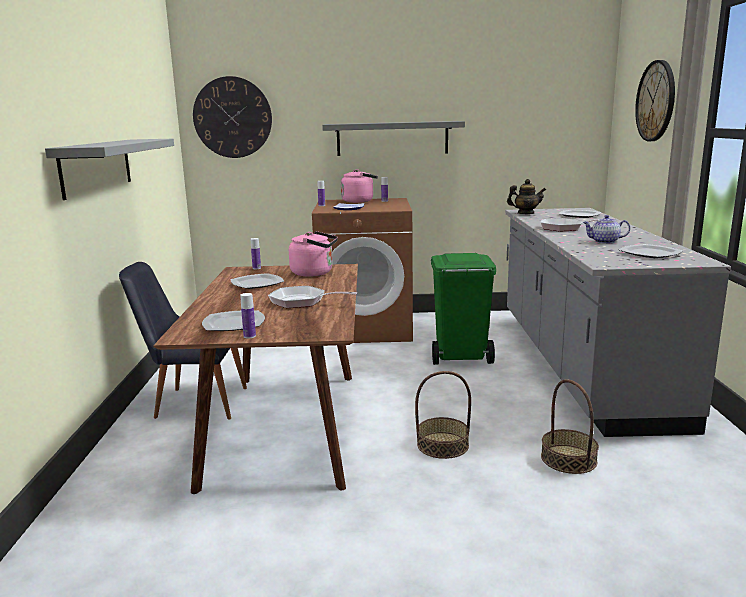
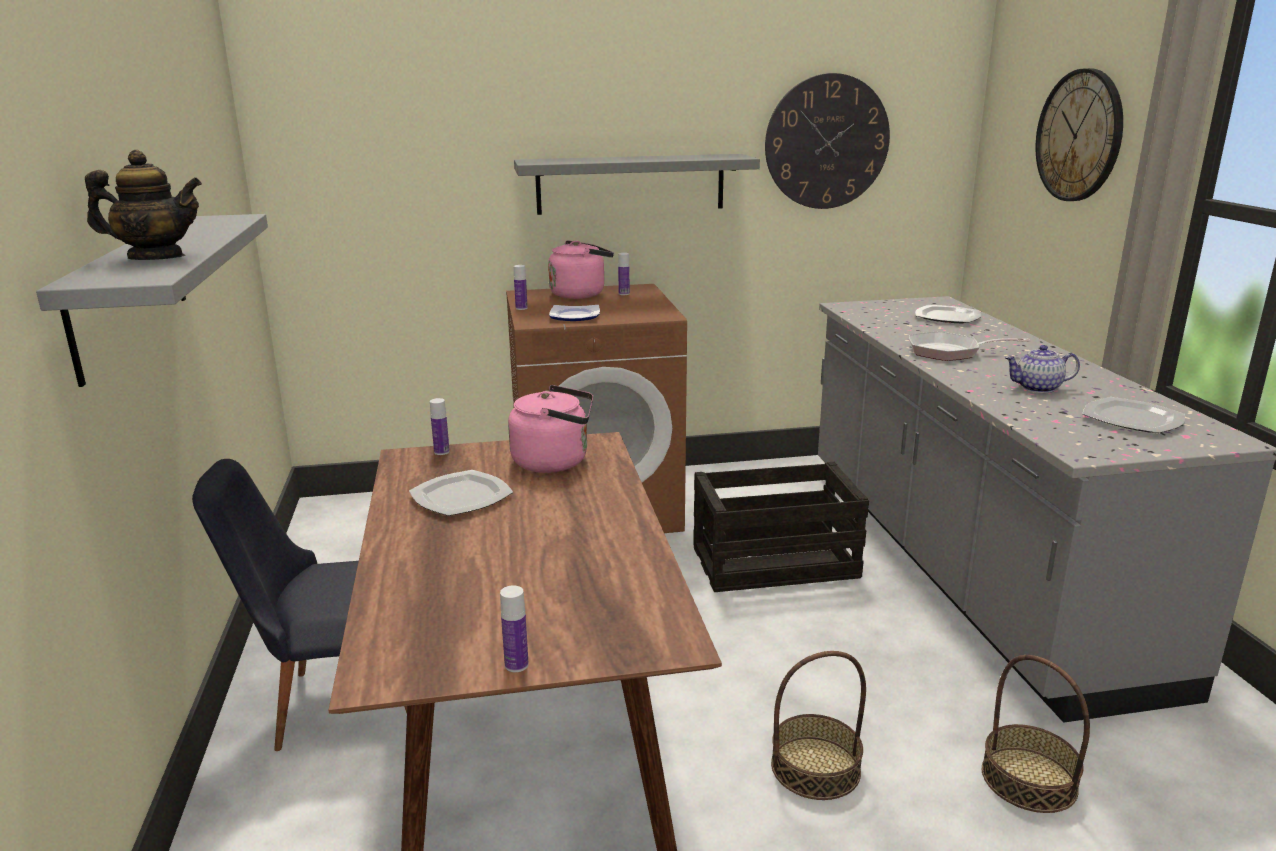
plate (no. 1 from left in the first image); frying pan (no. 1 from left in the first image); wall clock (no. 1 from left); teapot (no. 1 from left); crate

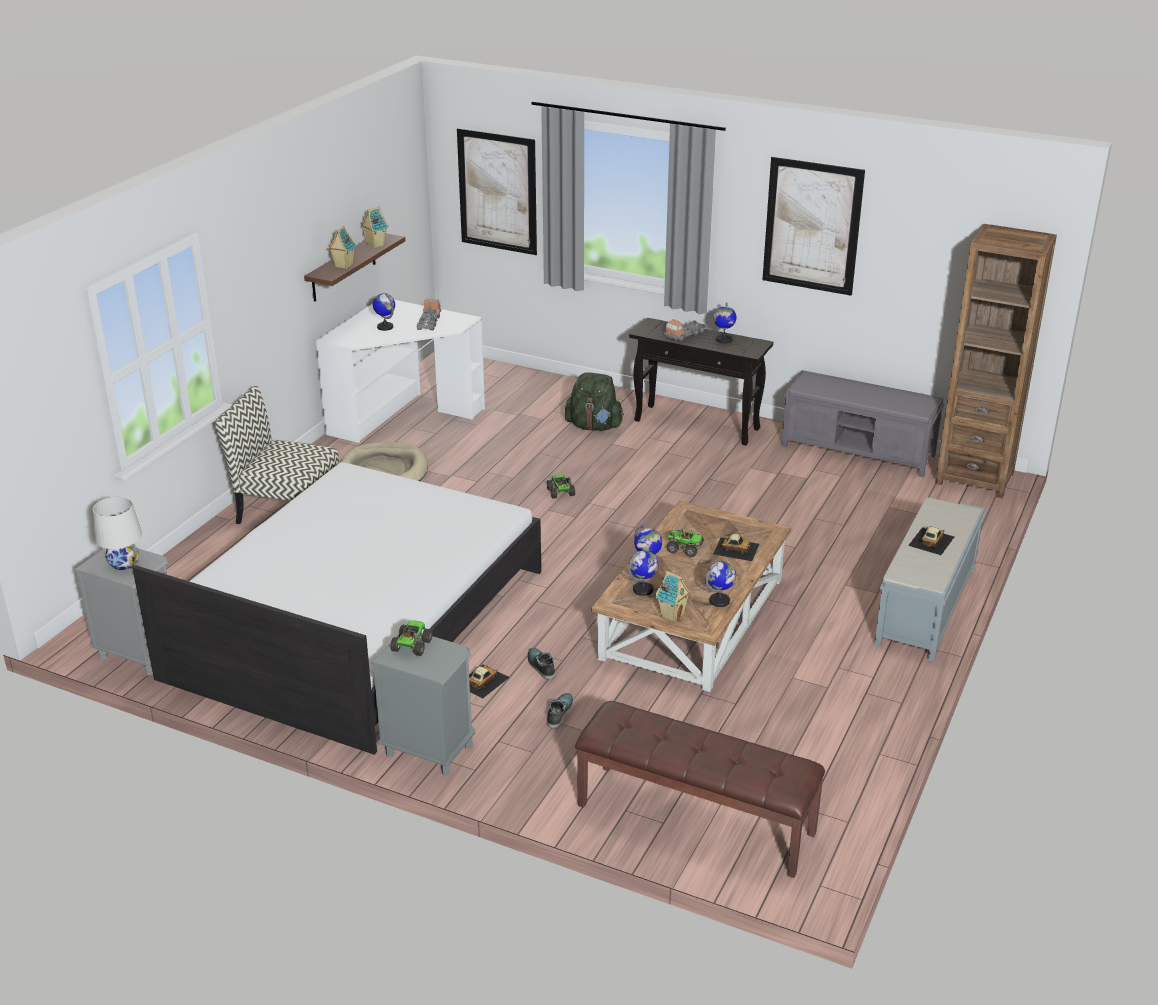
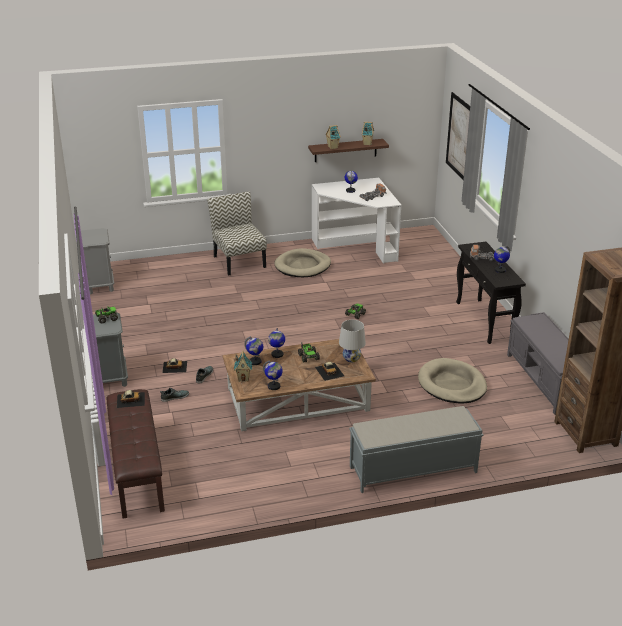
white bed; green backpack; picture (no. 2 from left in the first image); beige dog bed (no. 2 from left); white table lamp; toy car (no. 1 from left)

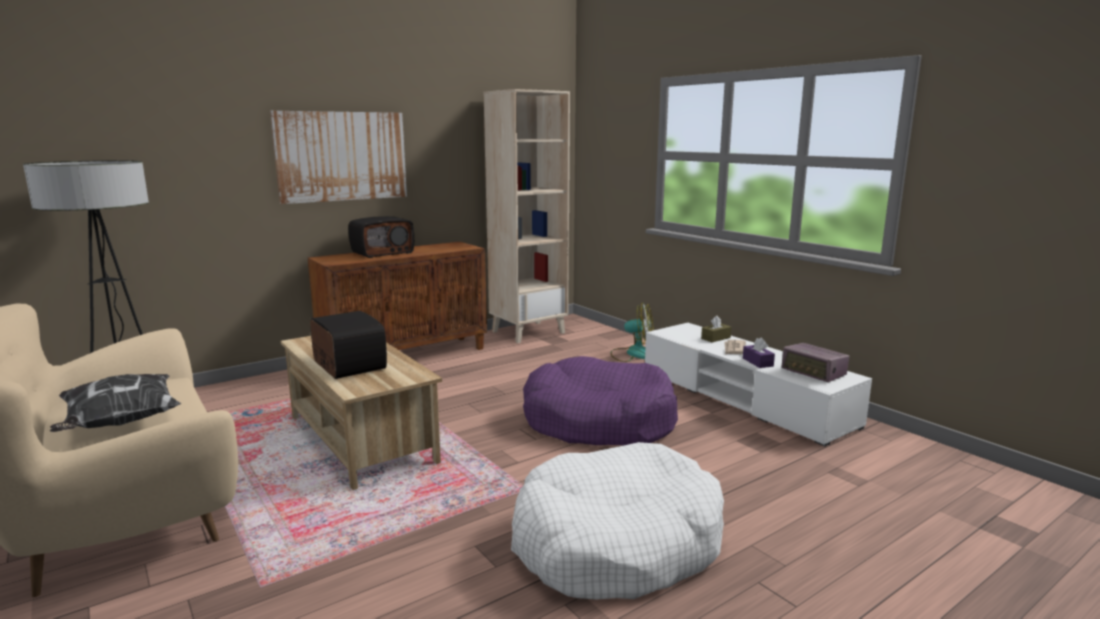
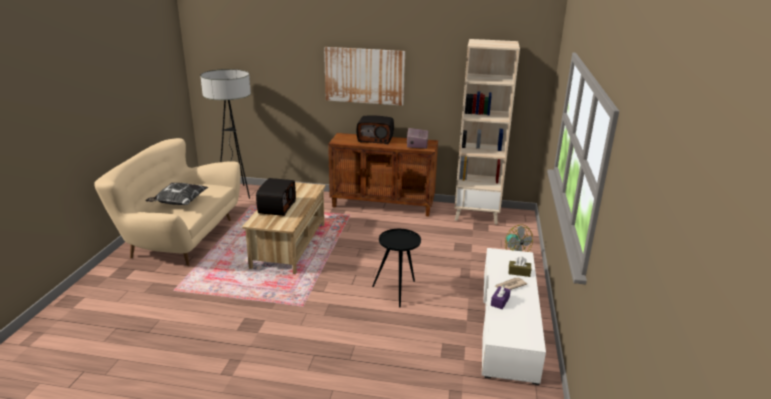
white dog bed; radio (no. 3 from left); black side table

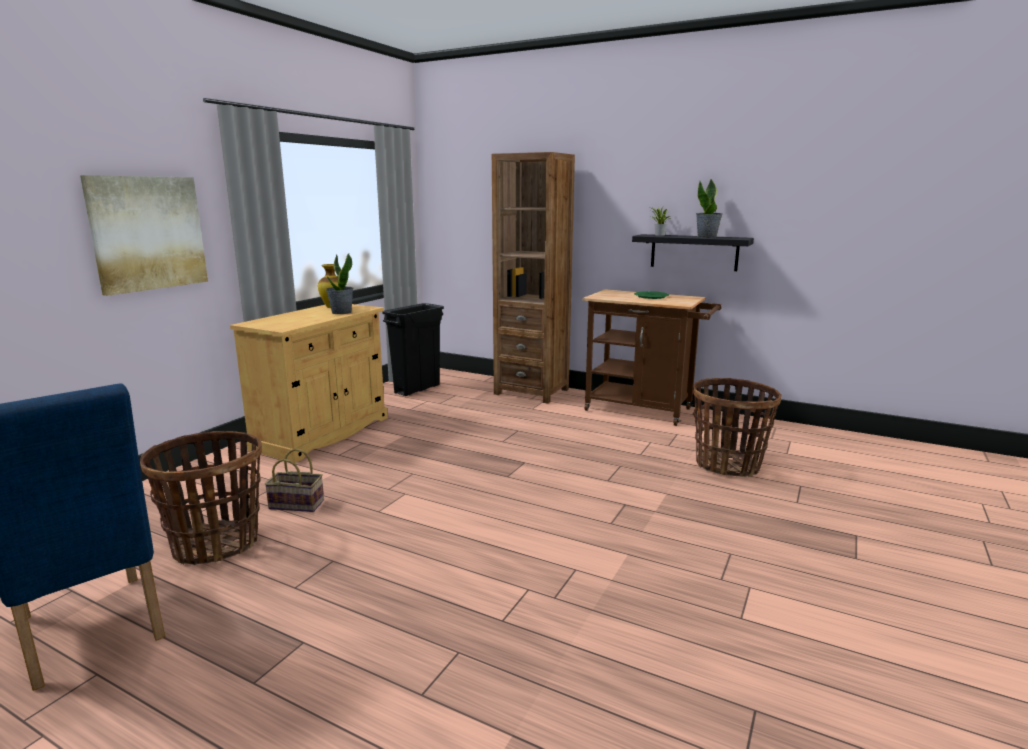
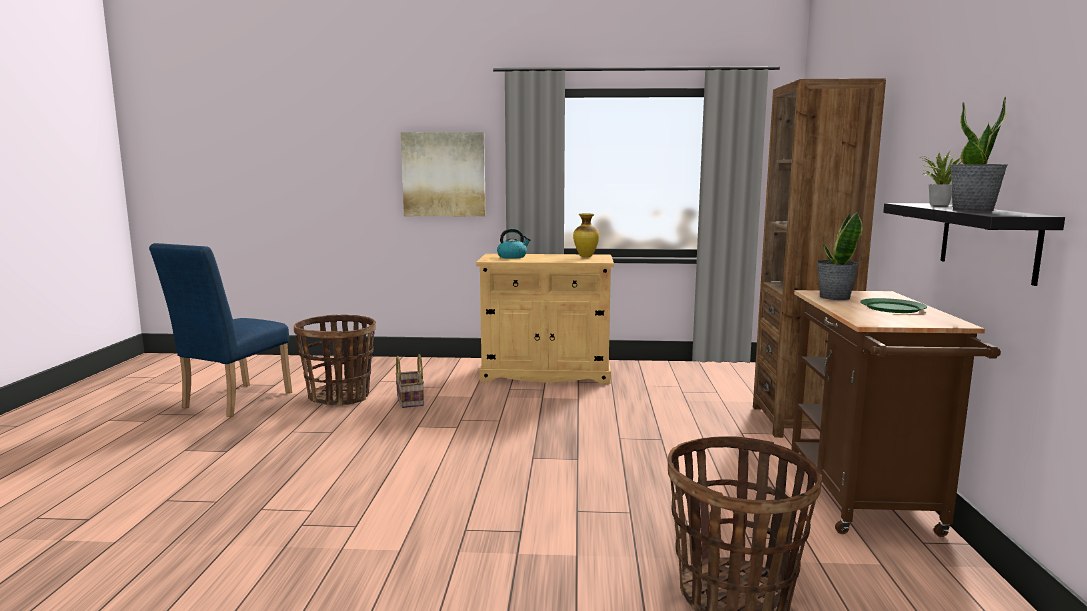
black trash can; kettle; potted plant (no. 1 from left)

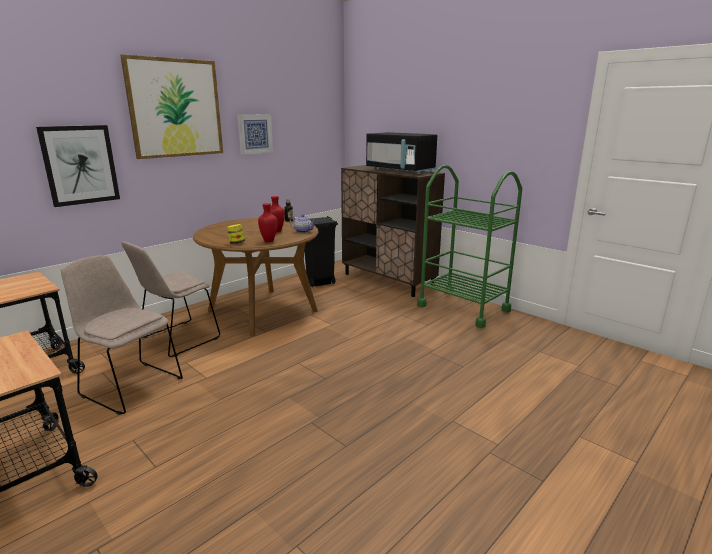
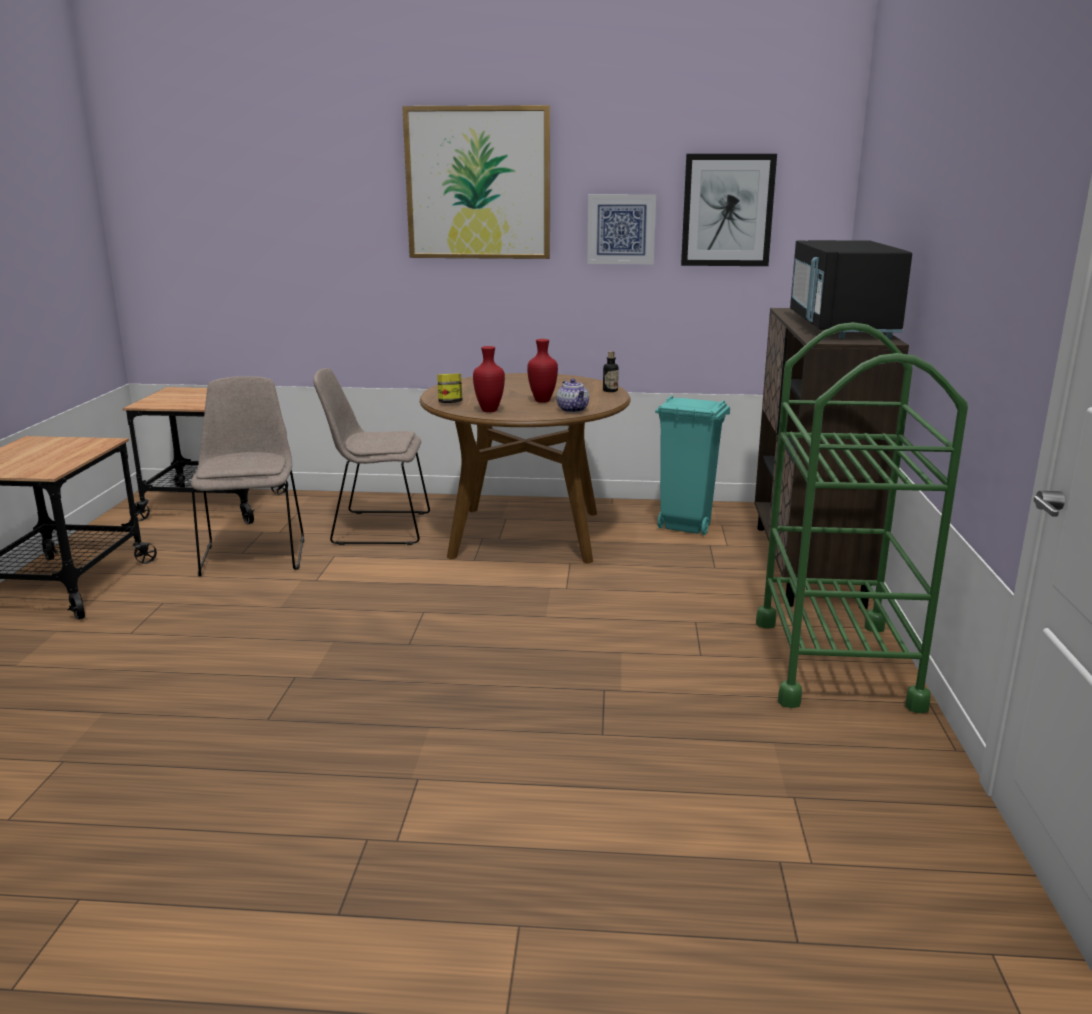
picture (no. 3 from left); turquoise trash can

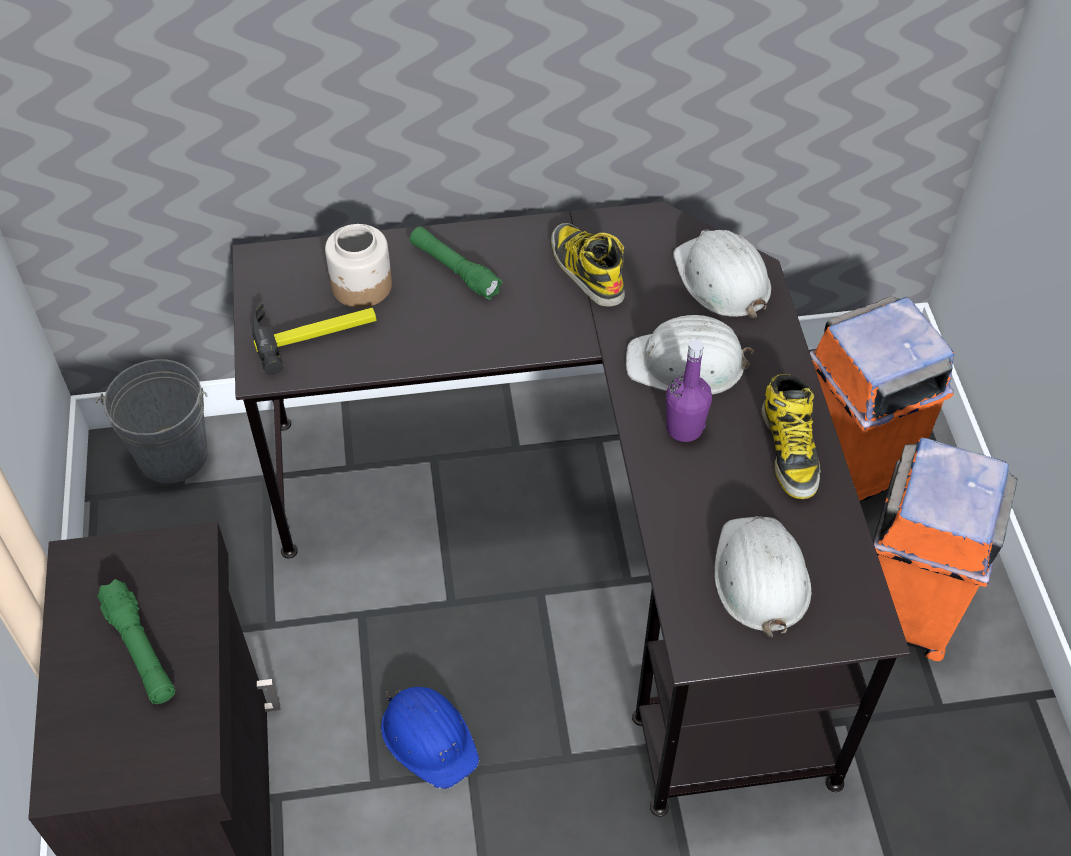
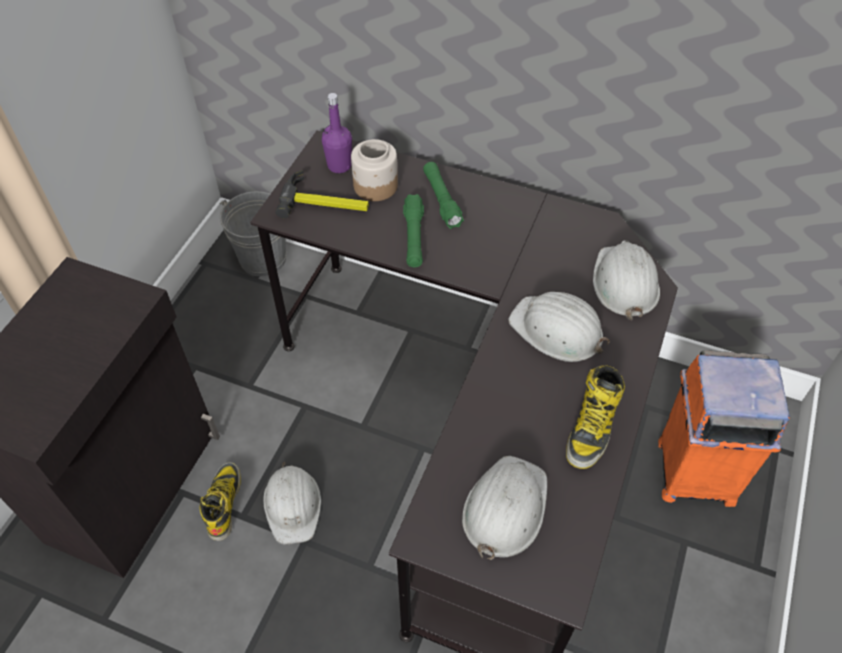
orange trash can (no. 2 from left in the first image); green flashlight (no. 1 from left); boot (no. 1 from left); purple bottle; white hard hat (no. 1 from left)

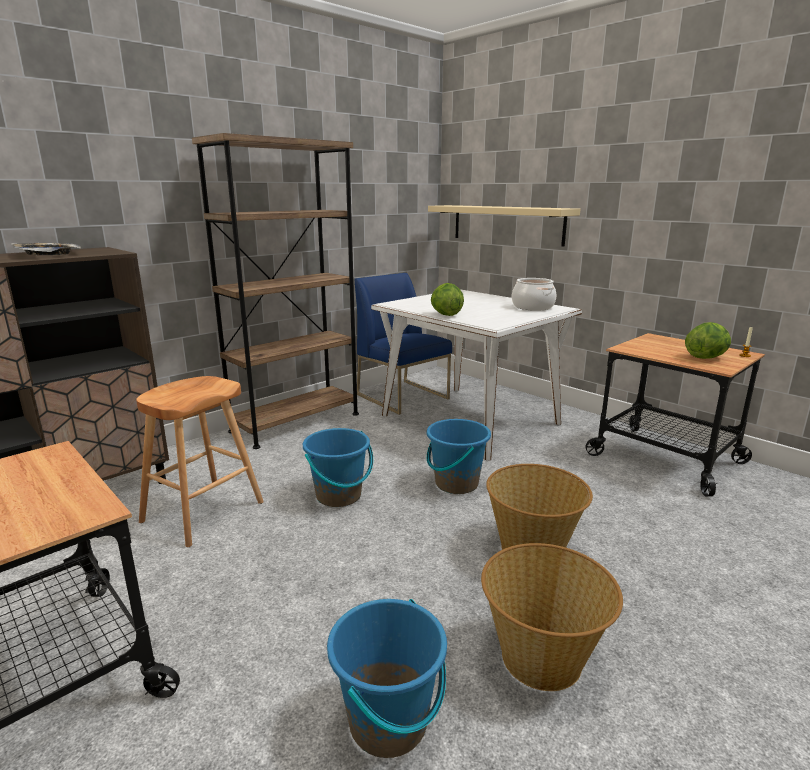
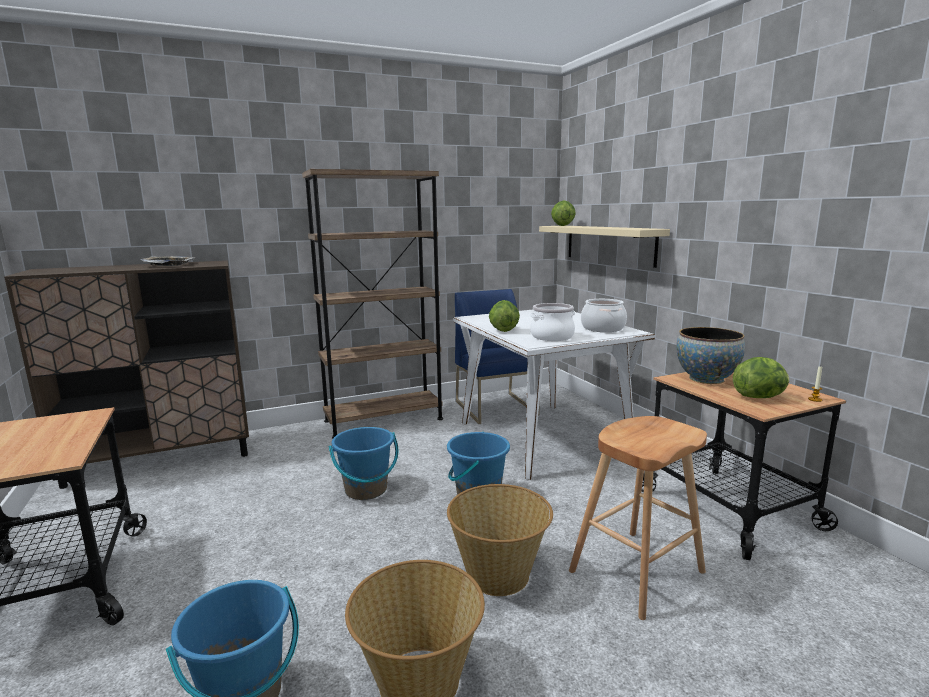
cooking pot (no. 1 from left); lettuce (no. 2 from left); bowl; brown stool

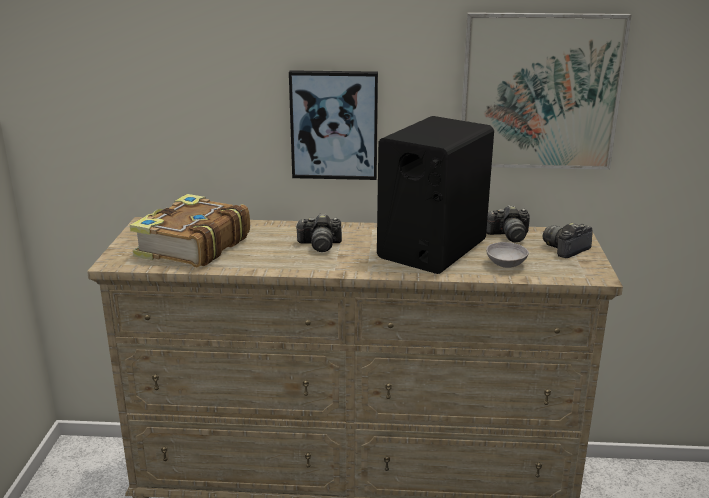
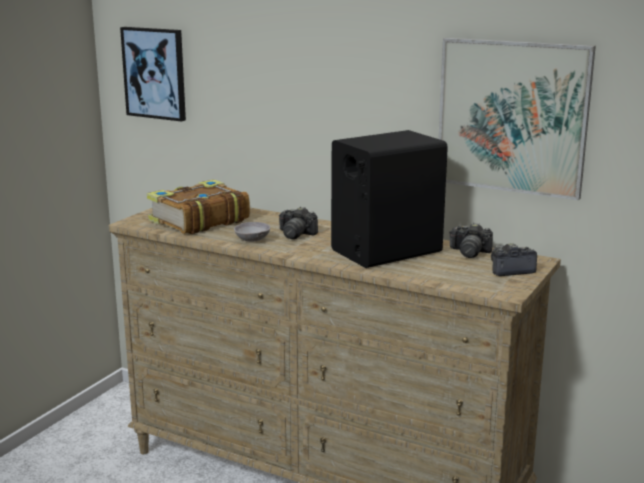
picture (no. 1 from left); grey bowl

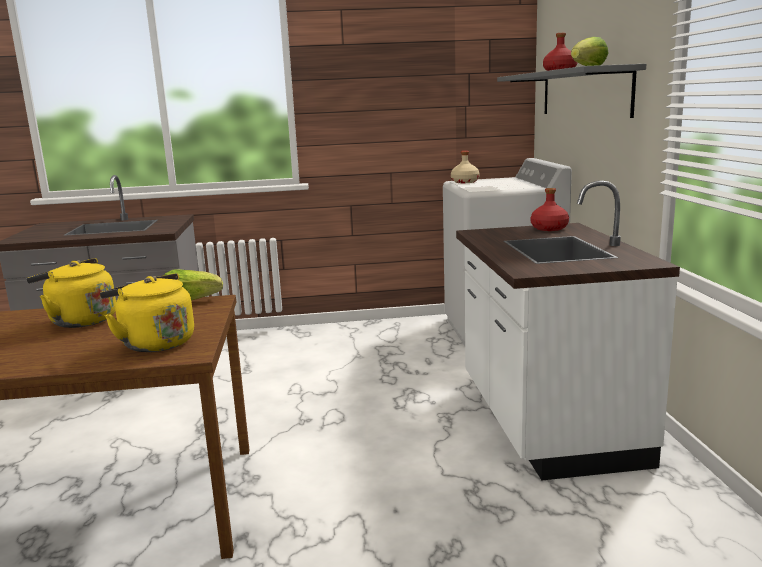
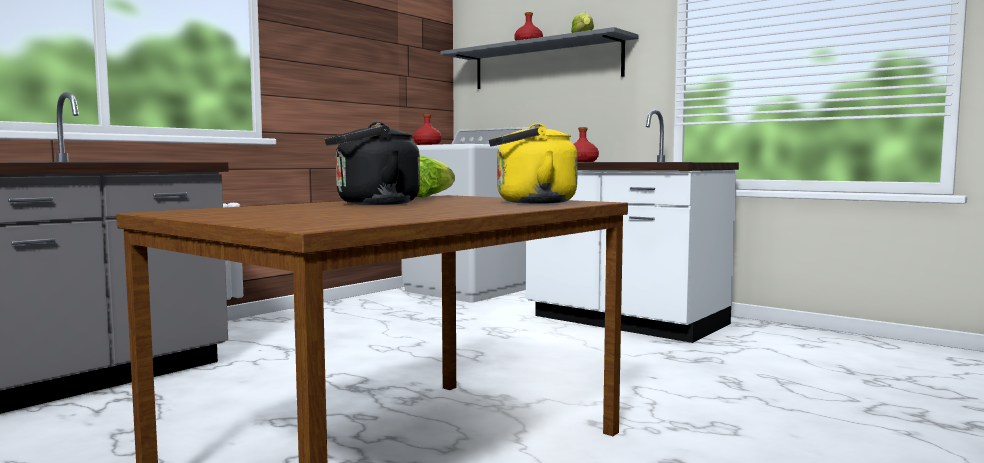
black kettle; red bottle (no. 1 from left)

